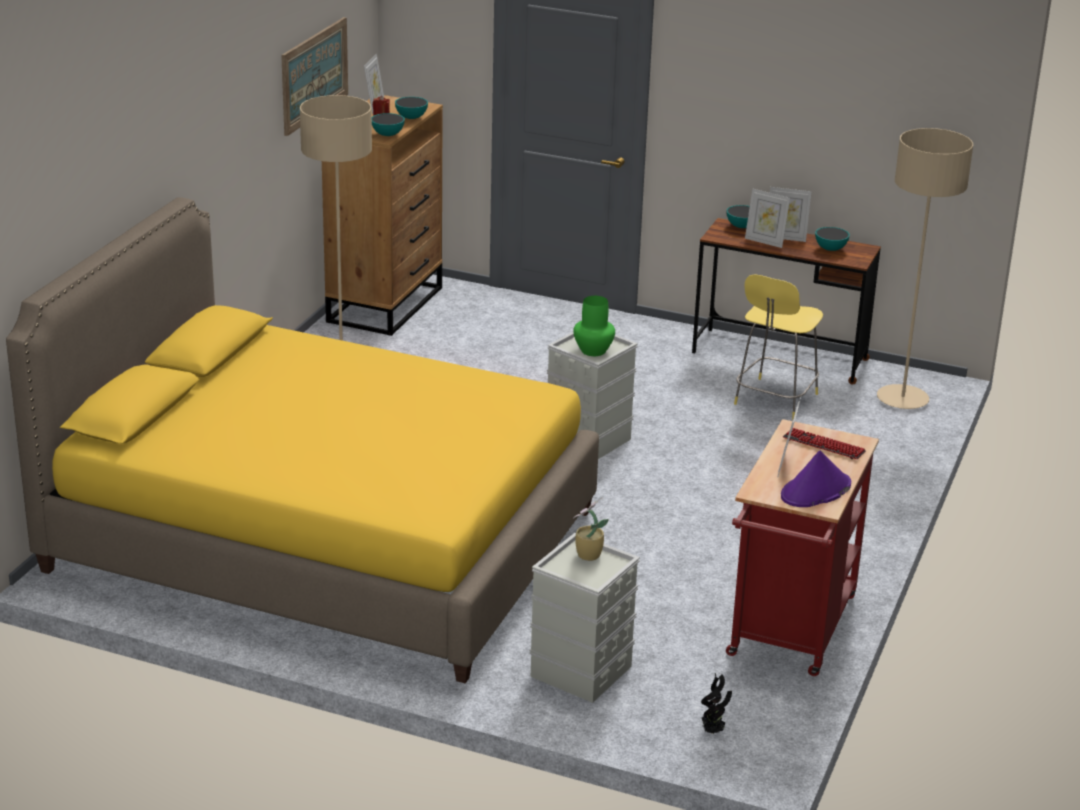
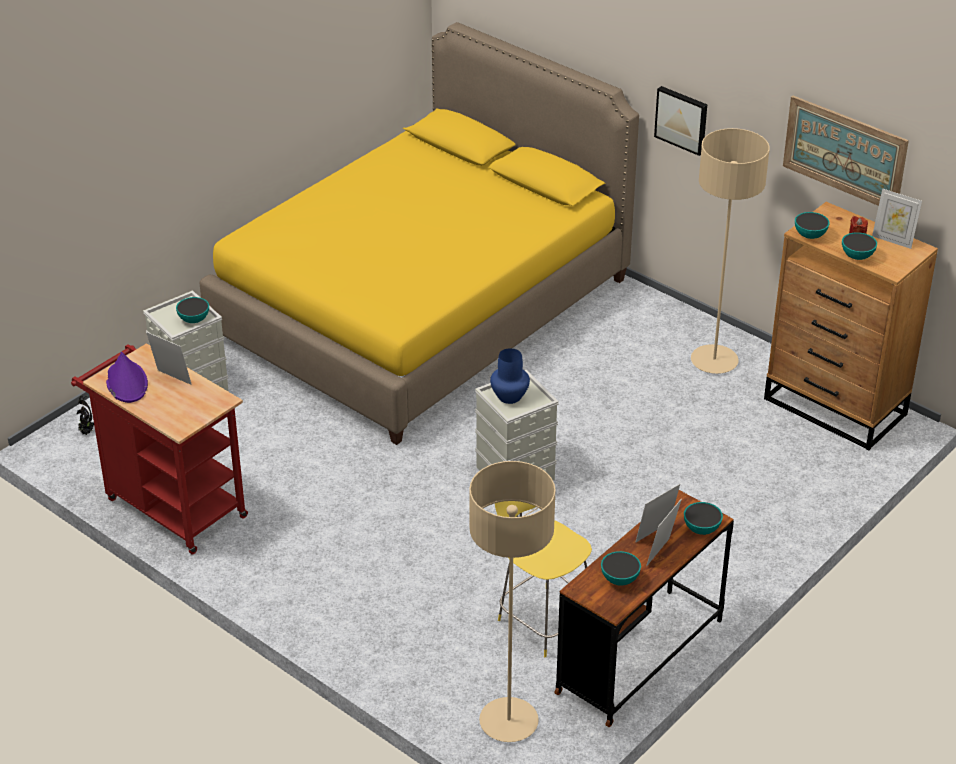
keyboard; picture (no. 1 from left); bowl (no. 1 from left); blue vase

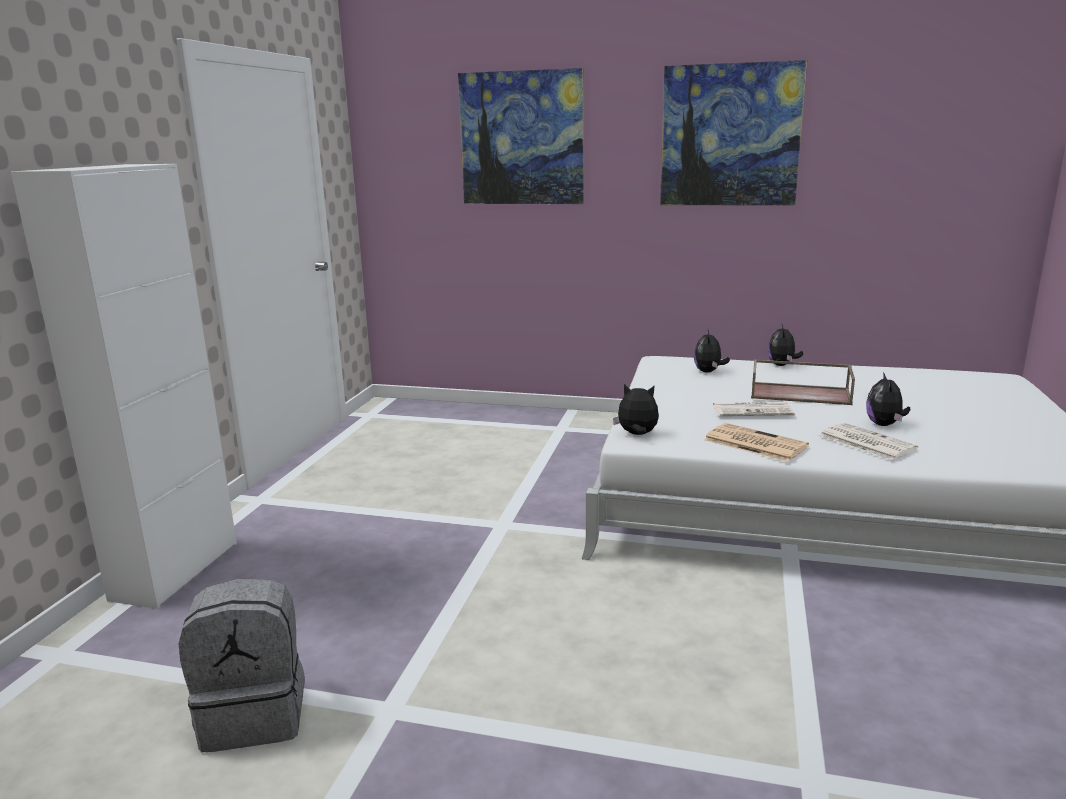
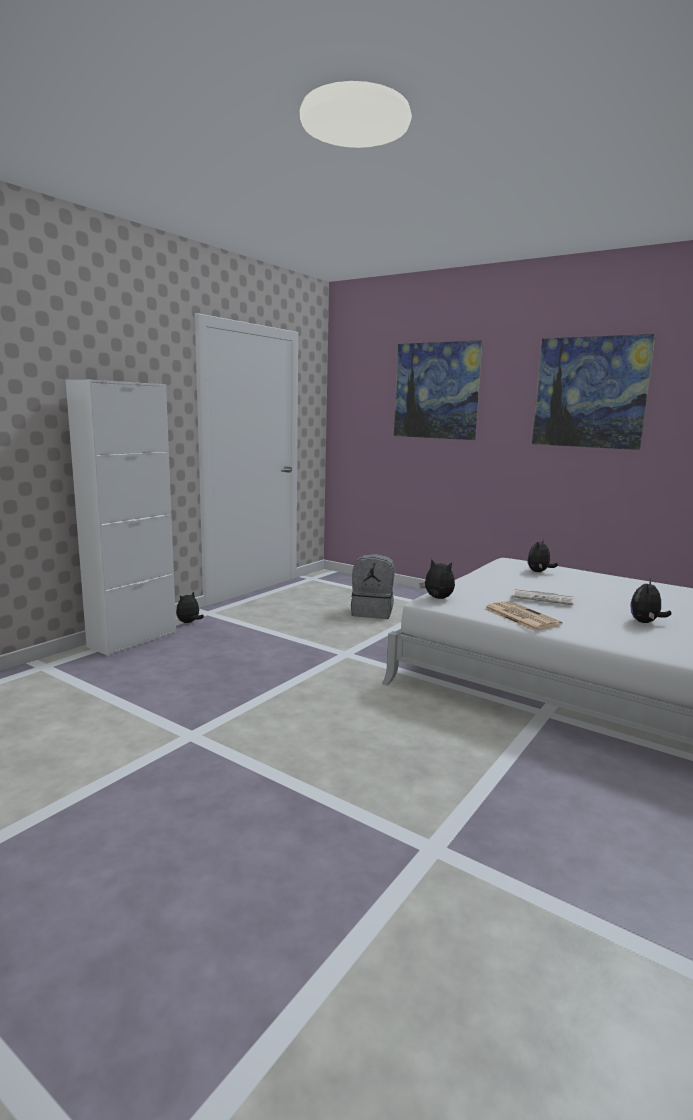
brown tray; newspaper (no. 3 from left in the first image); grey backpack; plush toy (no. 1 from left)

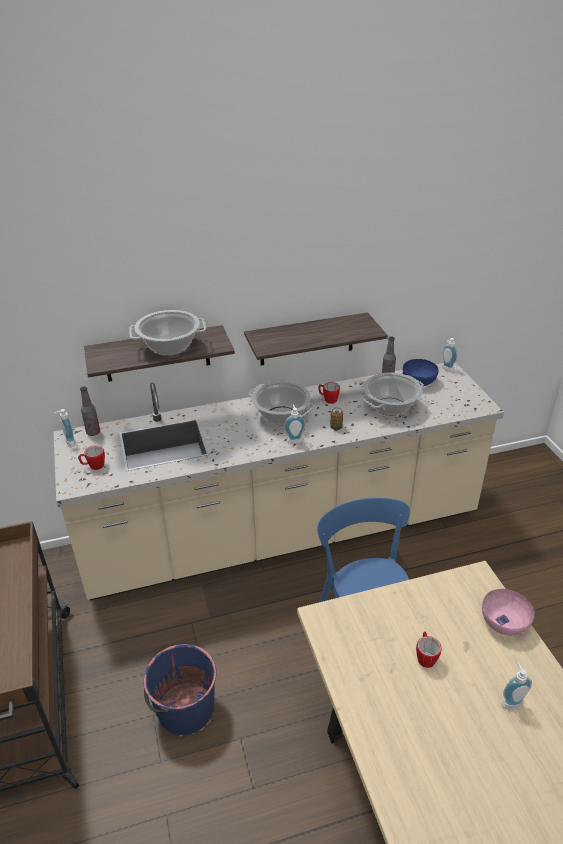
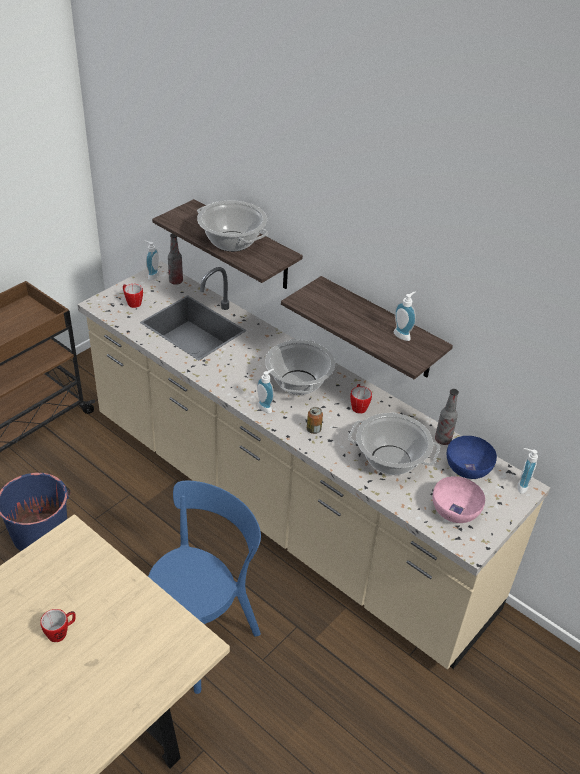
pink bowl; soap dispenser (no. 3 from left)

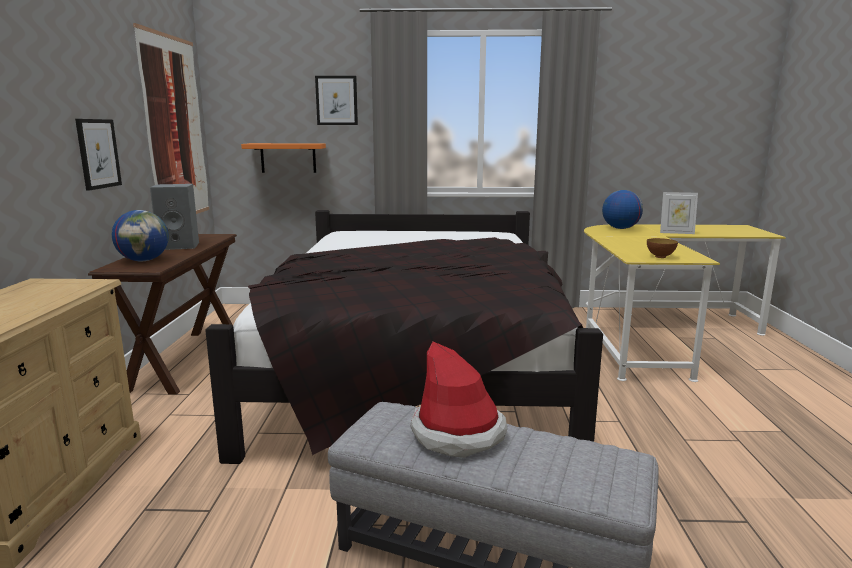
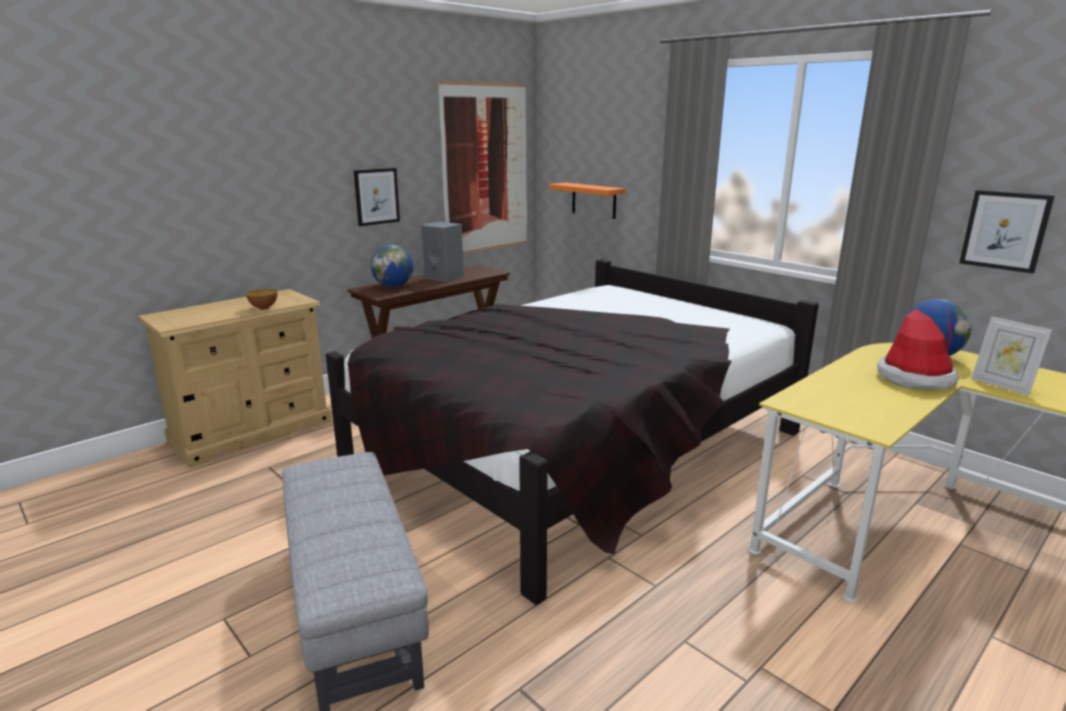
picture (no. 3 from left); hat; bowl

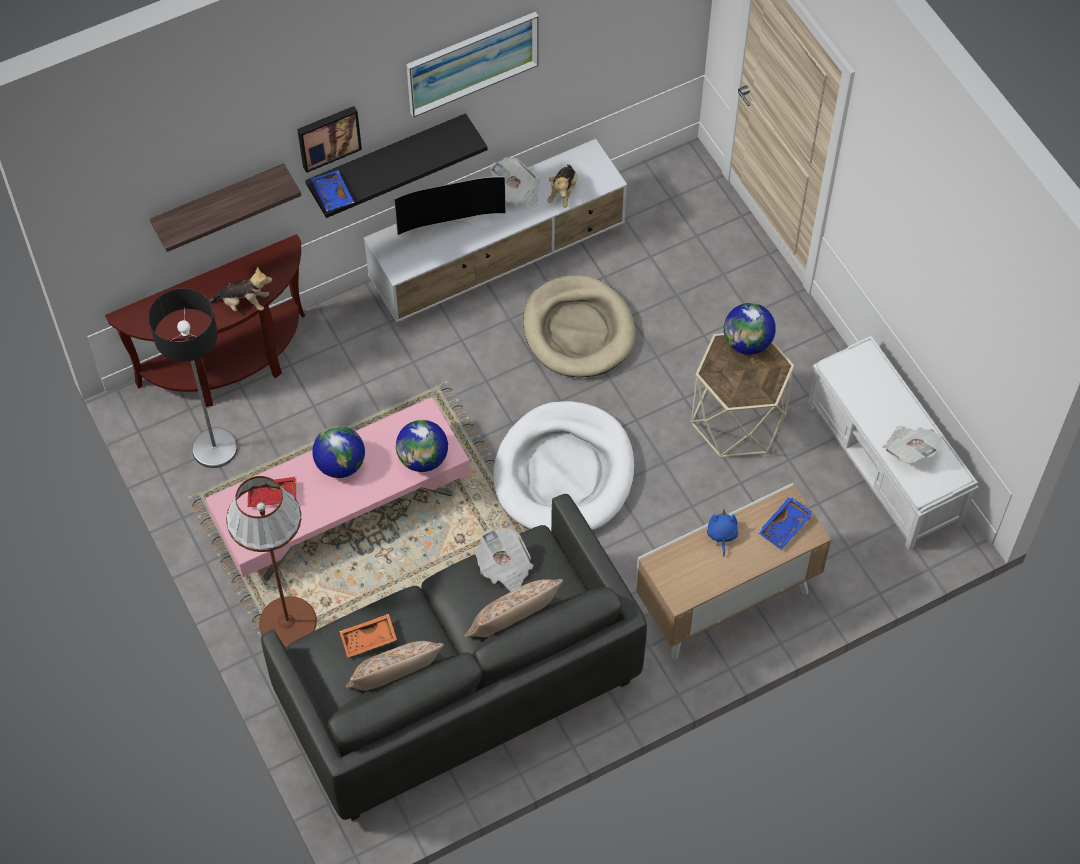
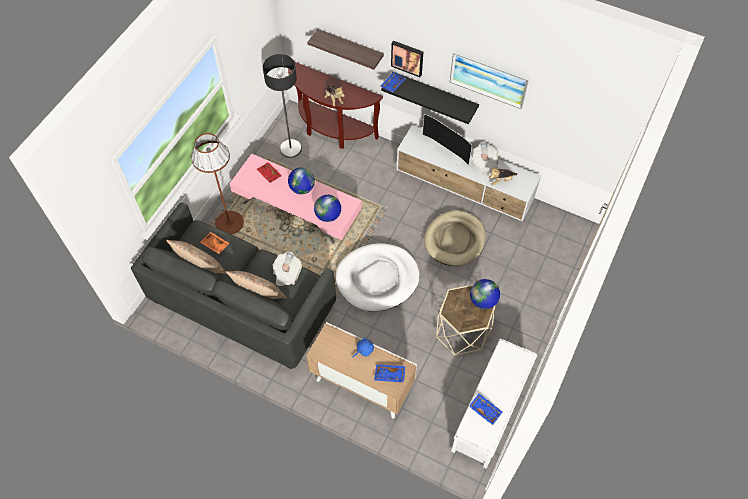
blue tray (no. 3 from left)

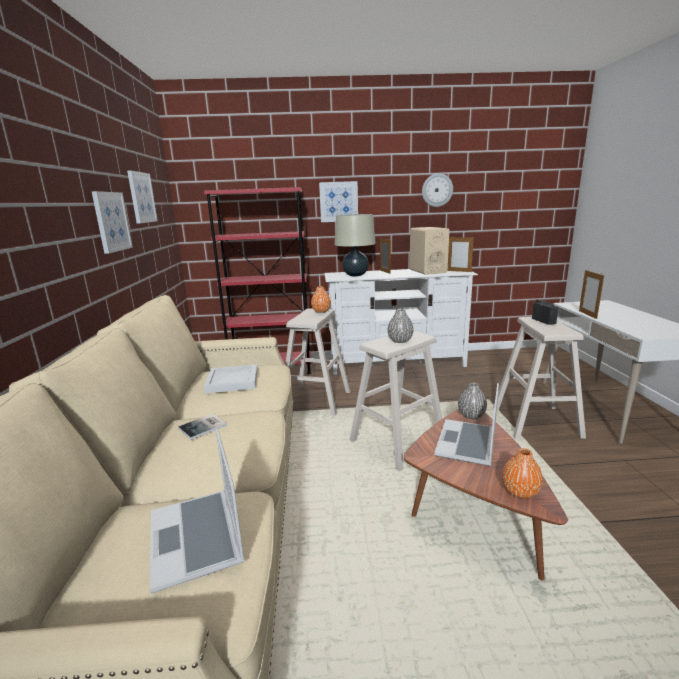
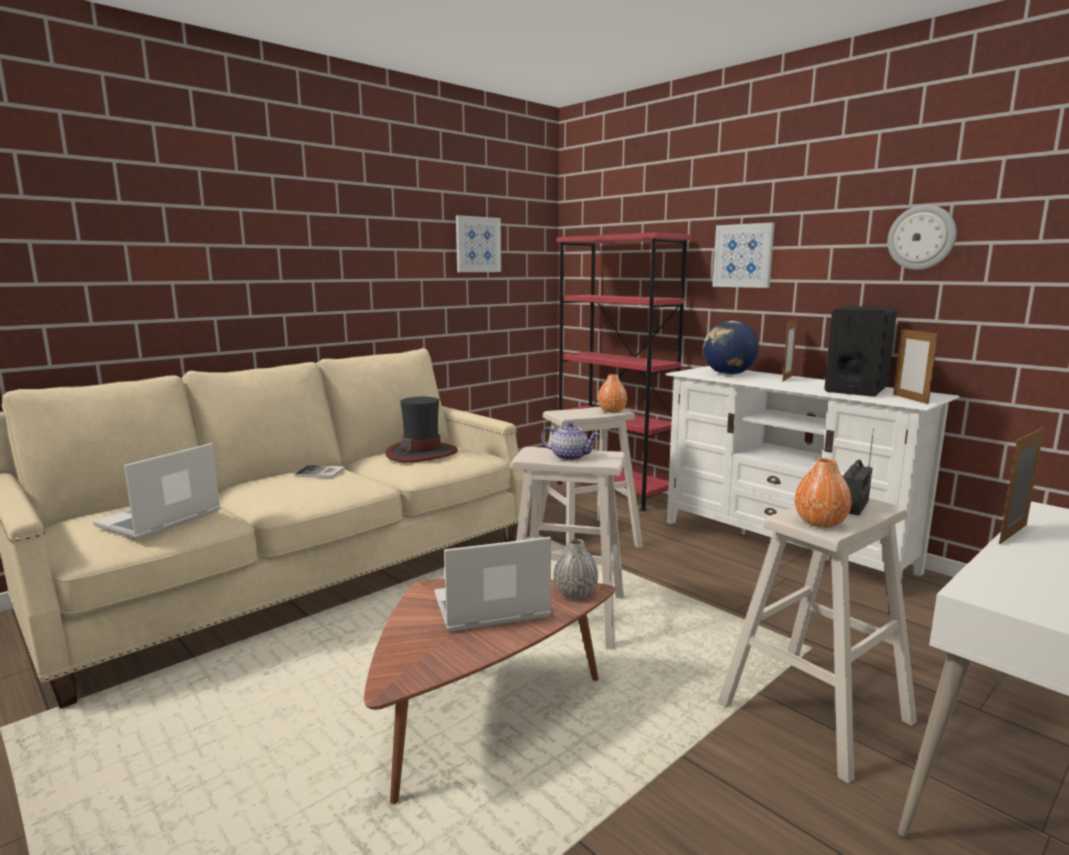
picture (no. 1 from left in the first image); orange vase (no. 2 from left); hat; globe; teapot; black speaker

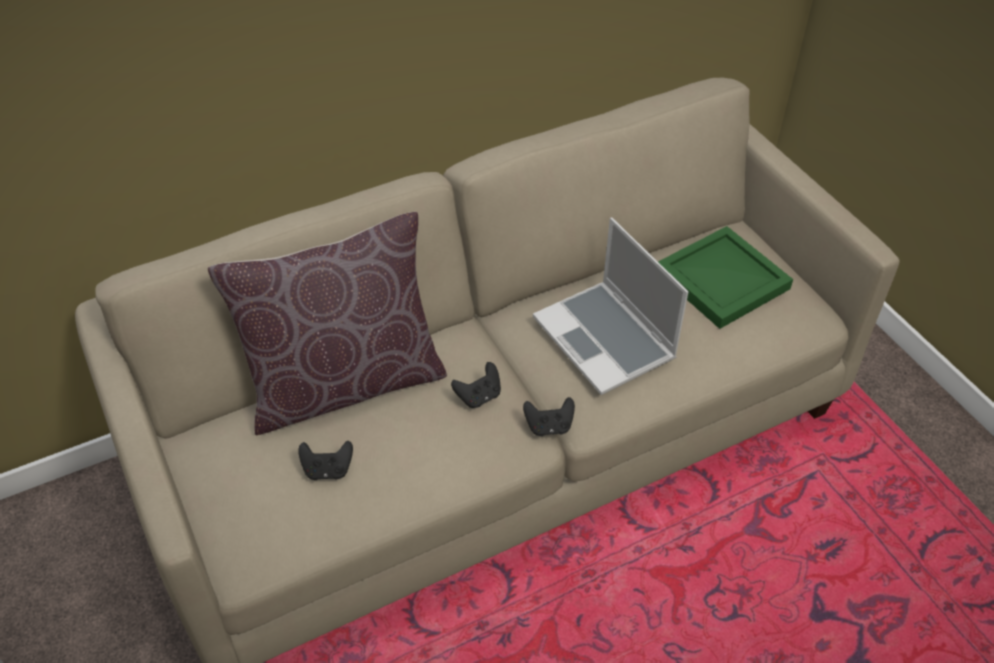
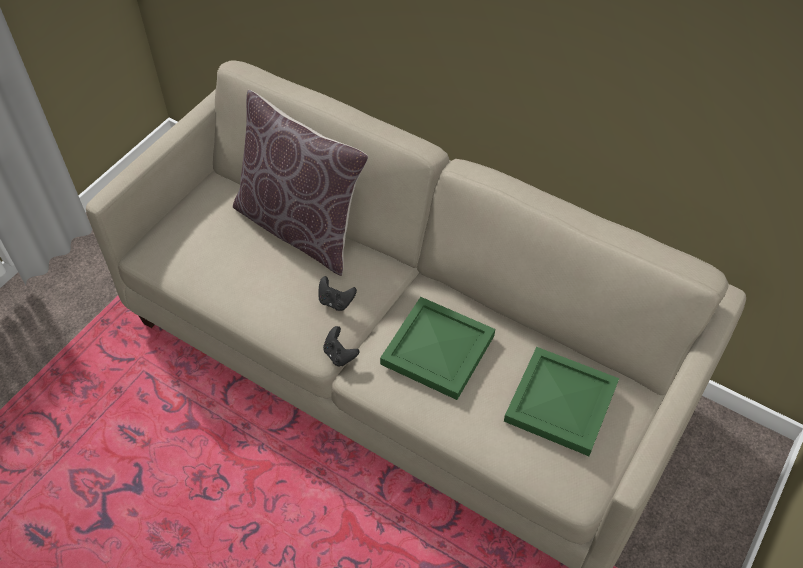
black game controller (no. 1 from left in the first image); green tray (no. 1 from left)

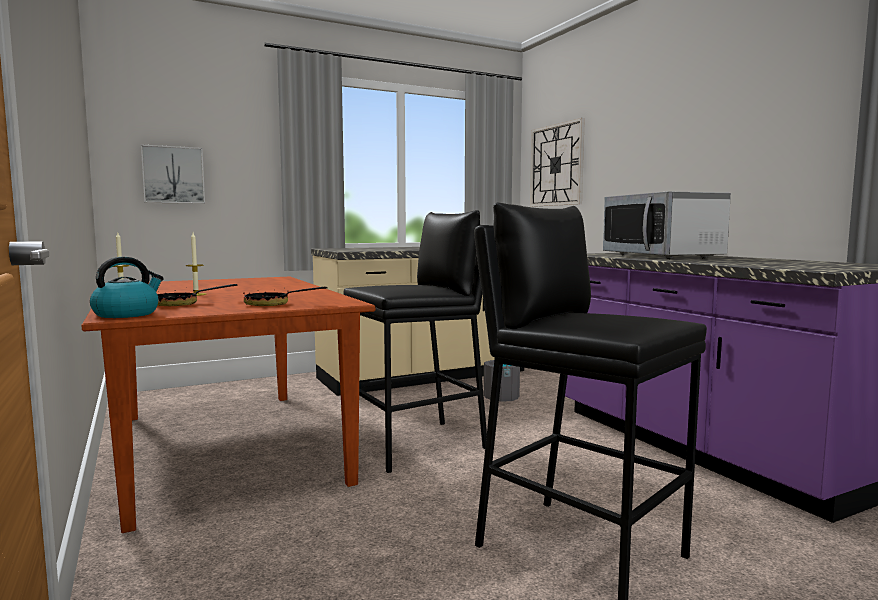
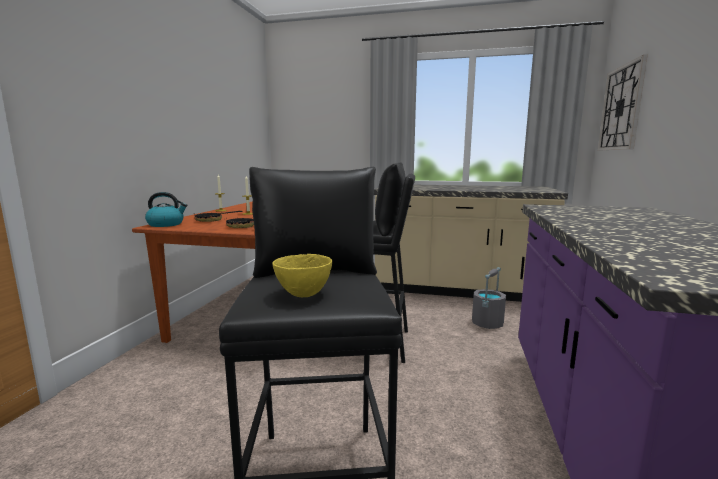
picture; microwave; yellow bowl

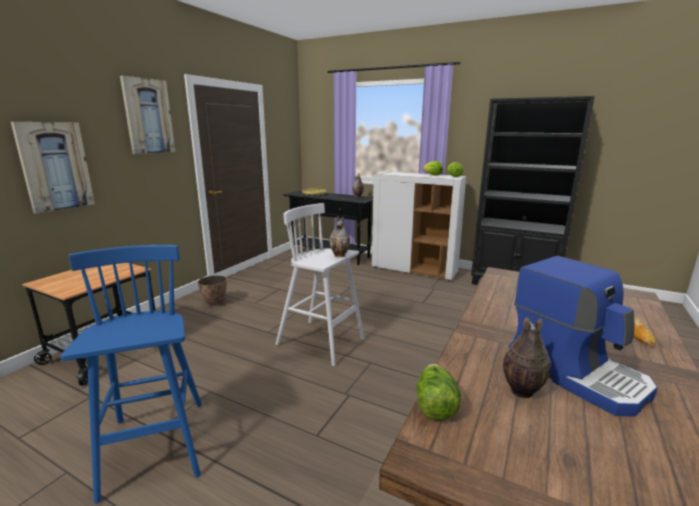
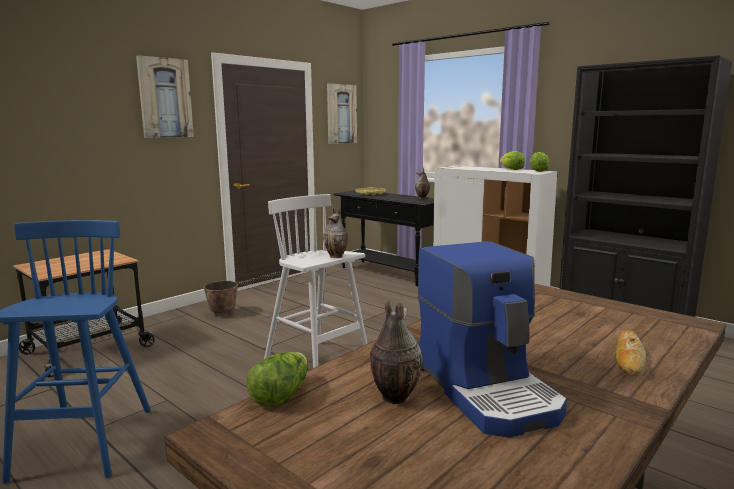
picture (no. 2 from left)

